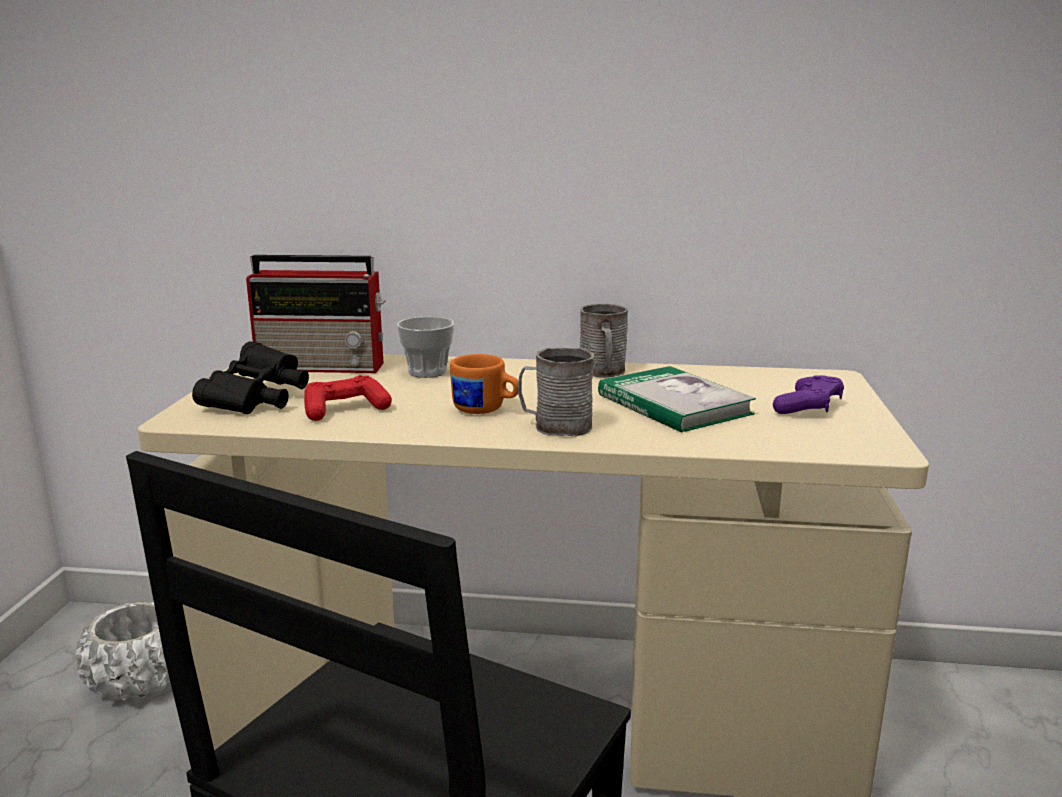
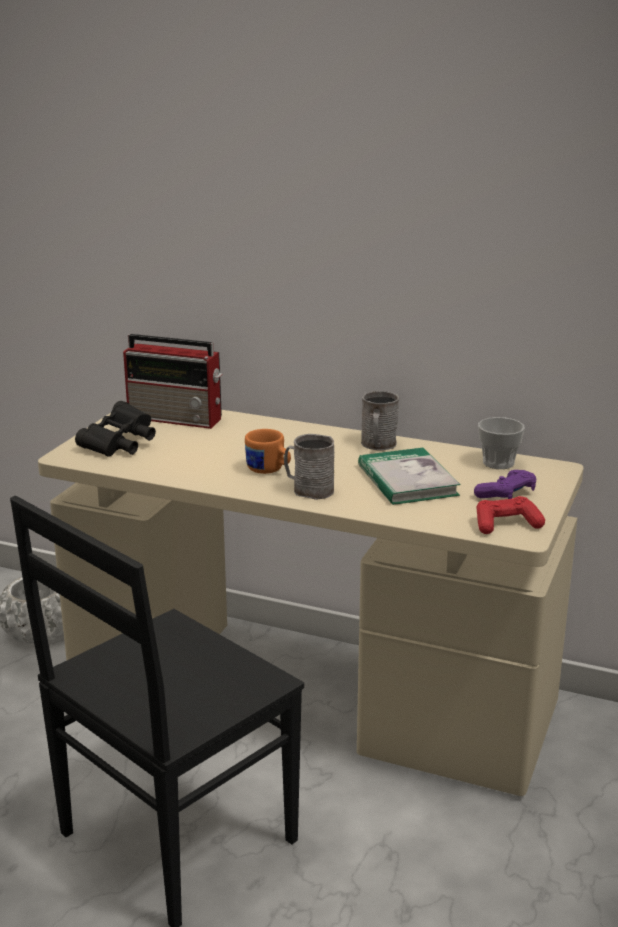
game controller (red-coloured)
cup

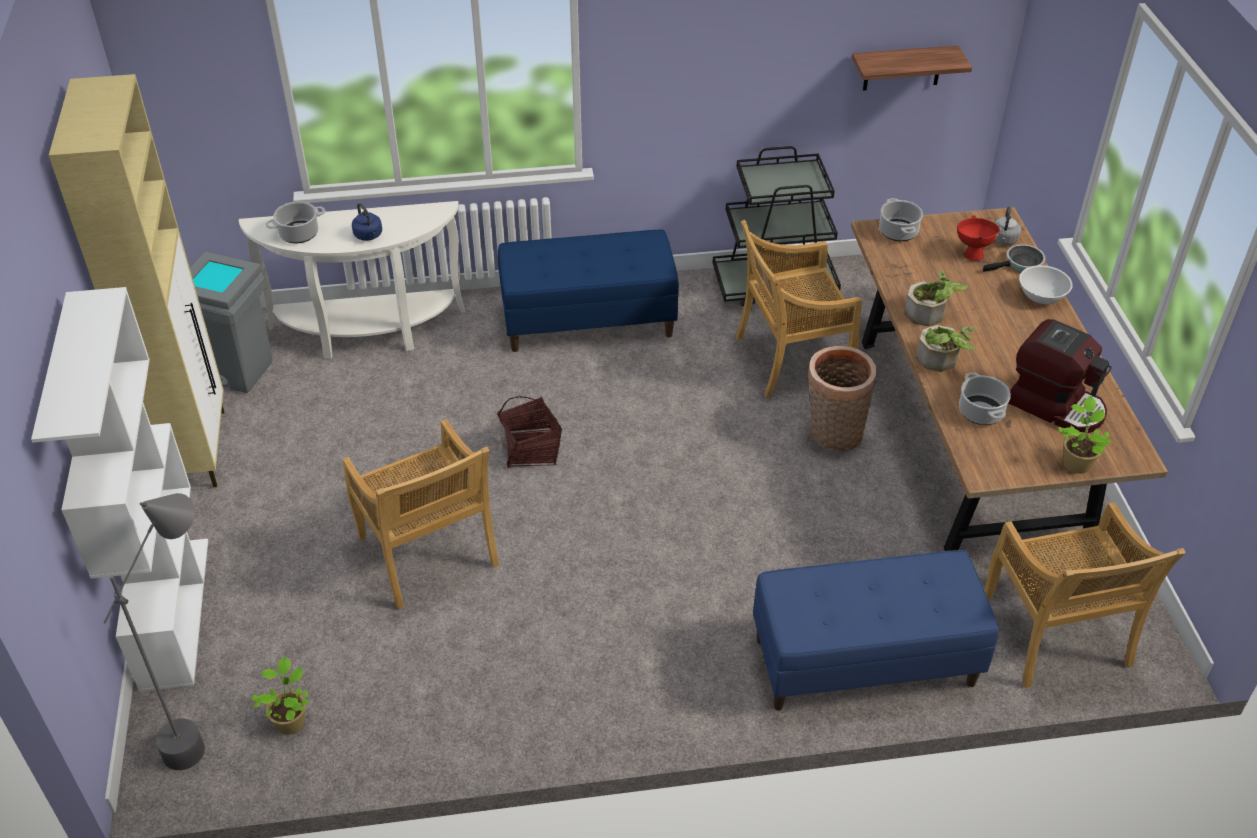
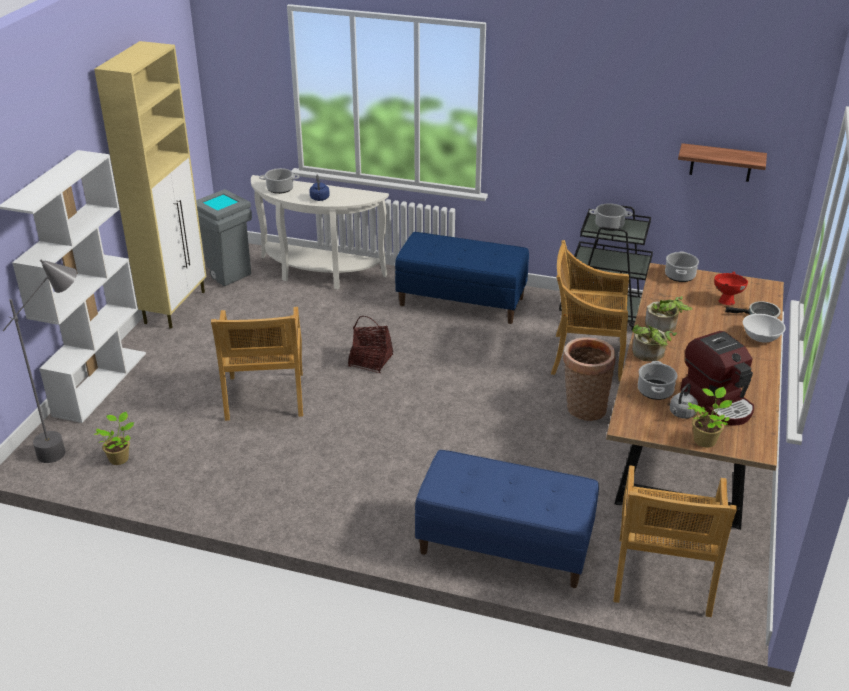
cooking pot (no. 2 from left)
kettle (gray)

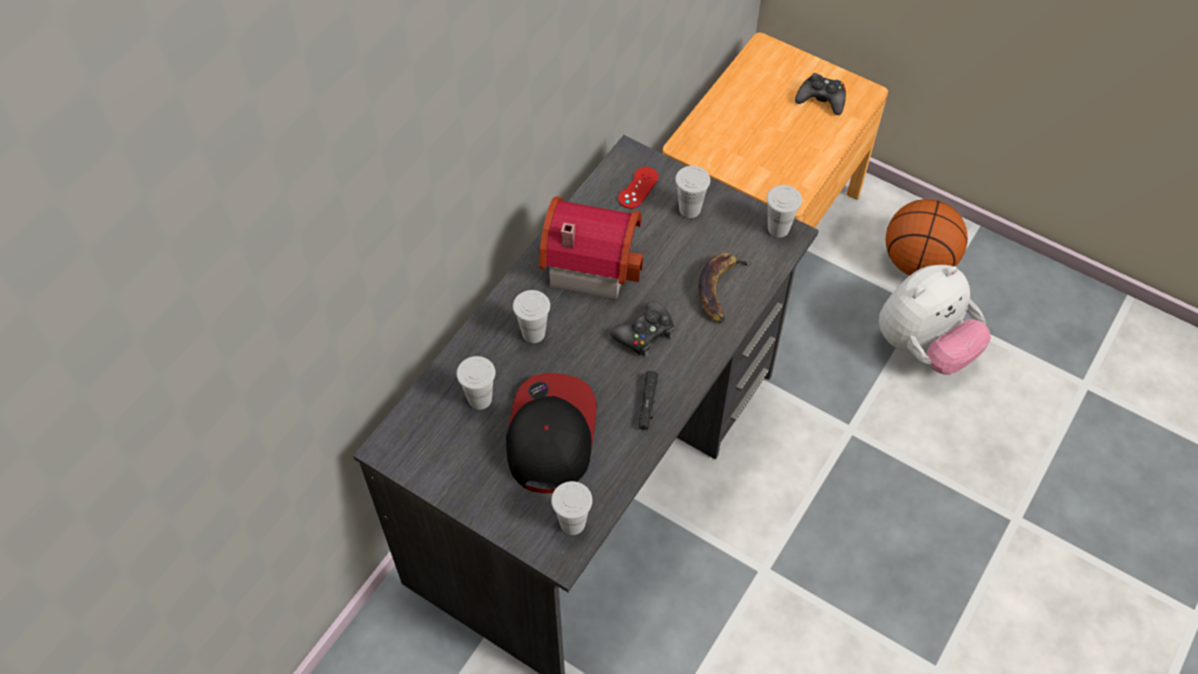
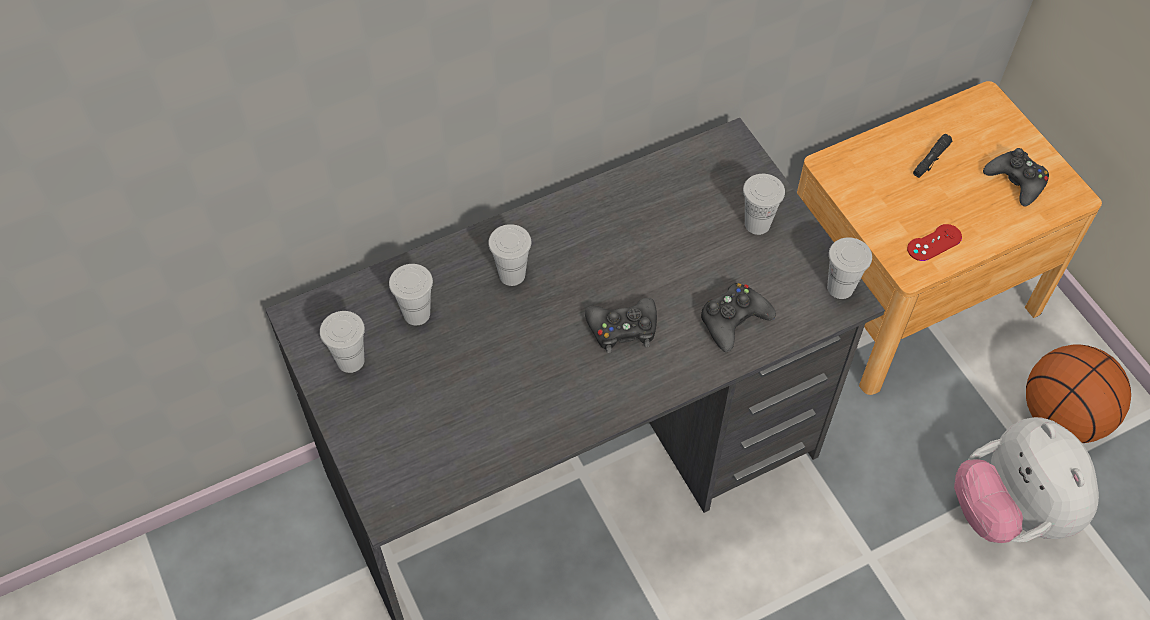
cup (white) (no. 1 from left)
game controller (blackish) (no. 2 from left)
game controller (red-coloured)
flashlight (blackish)
cuddly toy
cap
model house

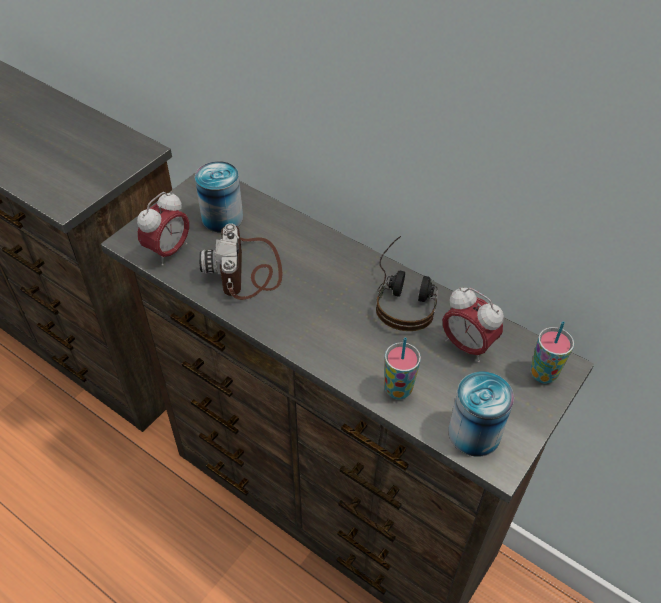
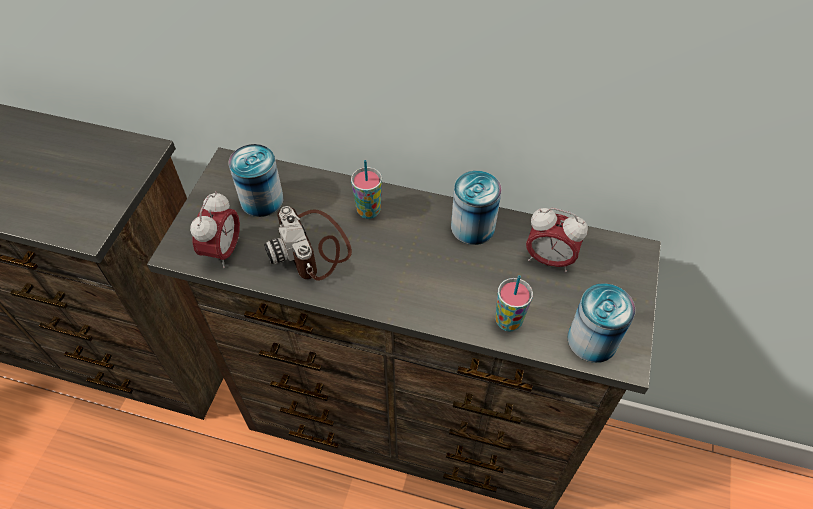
cup (no. 1 from left)
can (no. 2 from left)

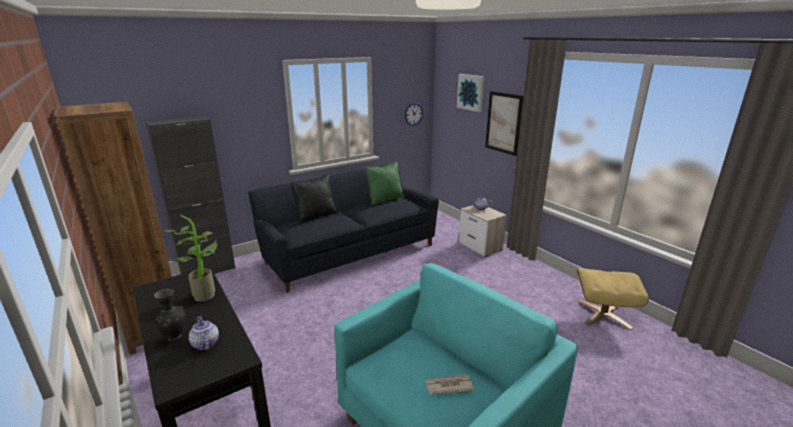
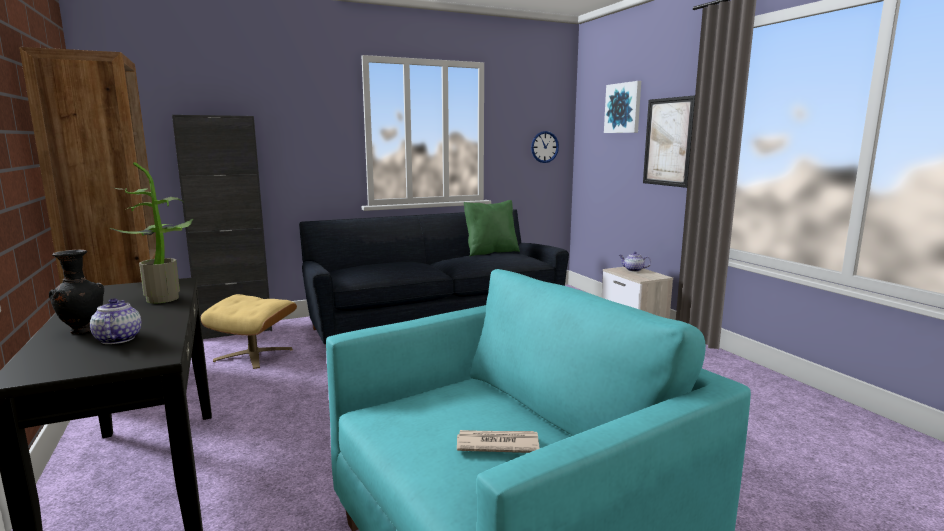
ottoman (beige)
cushion (blackish)

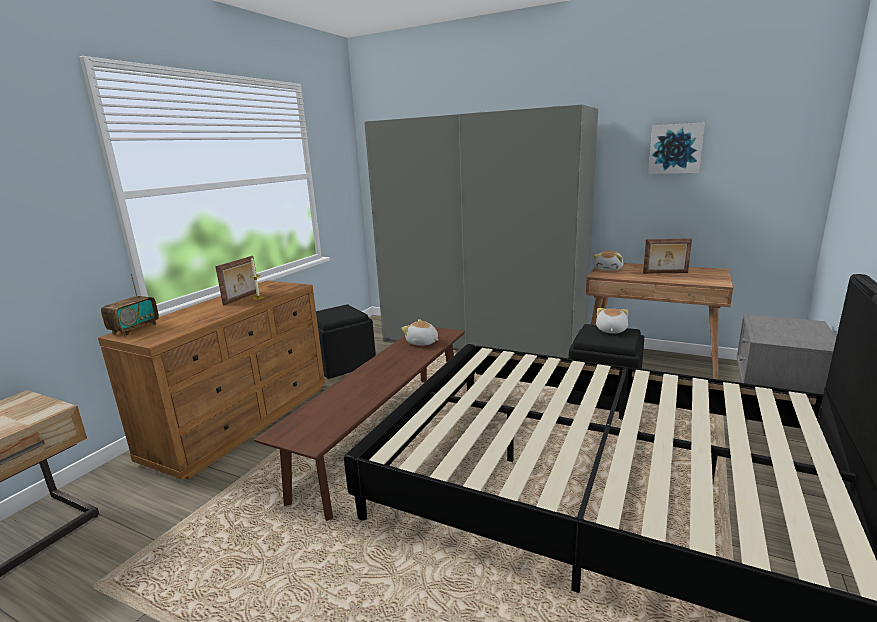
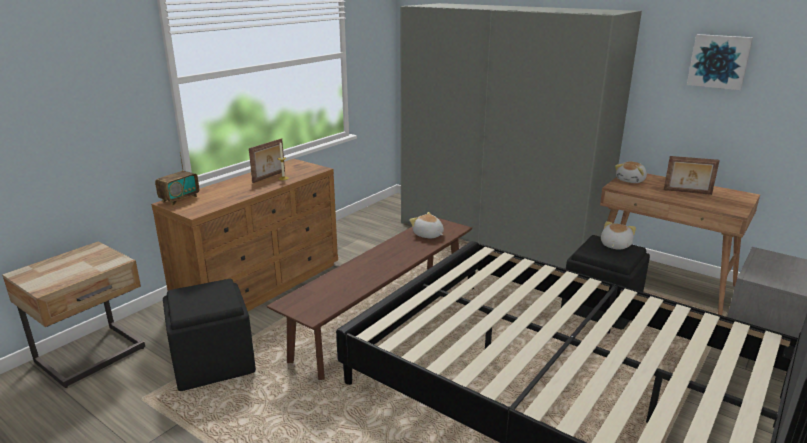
ottoman (blackish) (no. 1 from left)

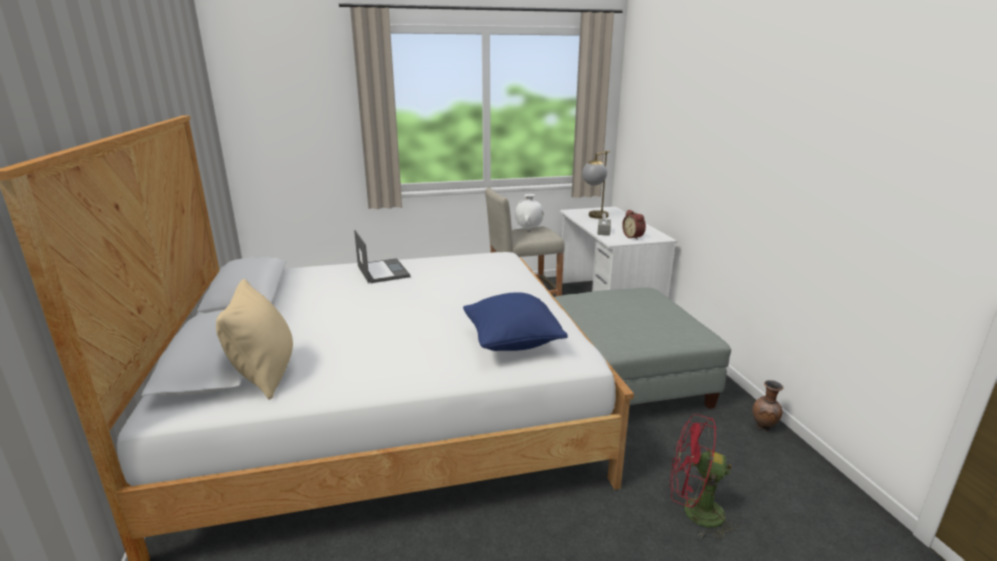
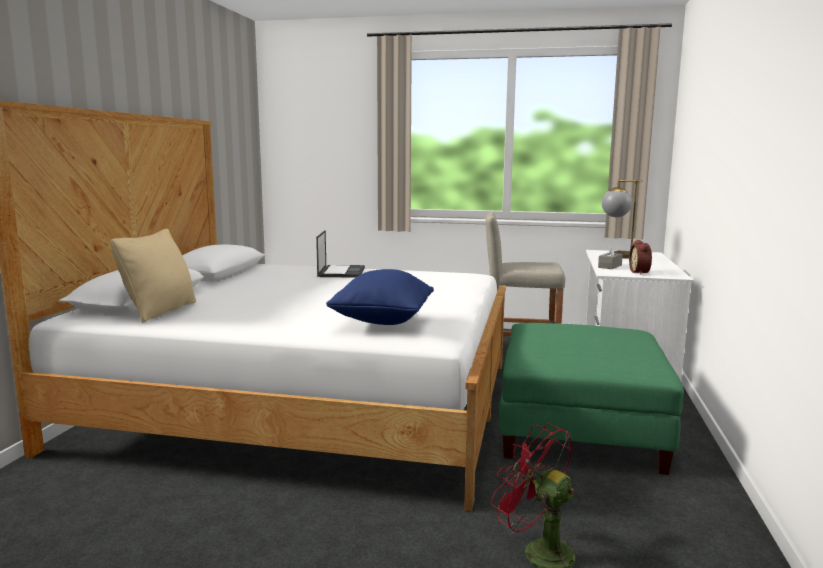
ottoman (greenish)
flower vase (white)
flower vase (brown-coloured)

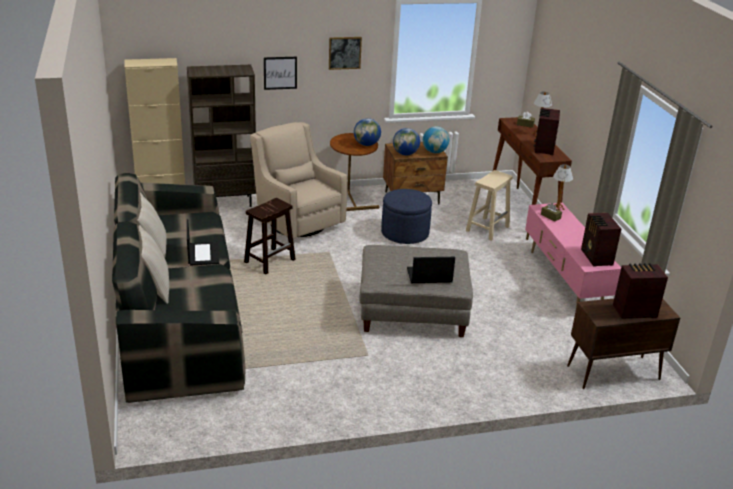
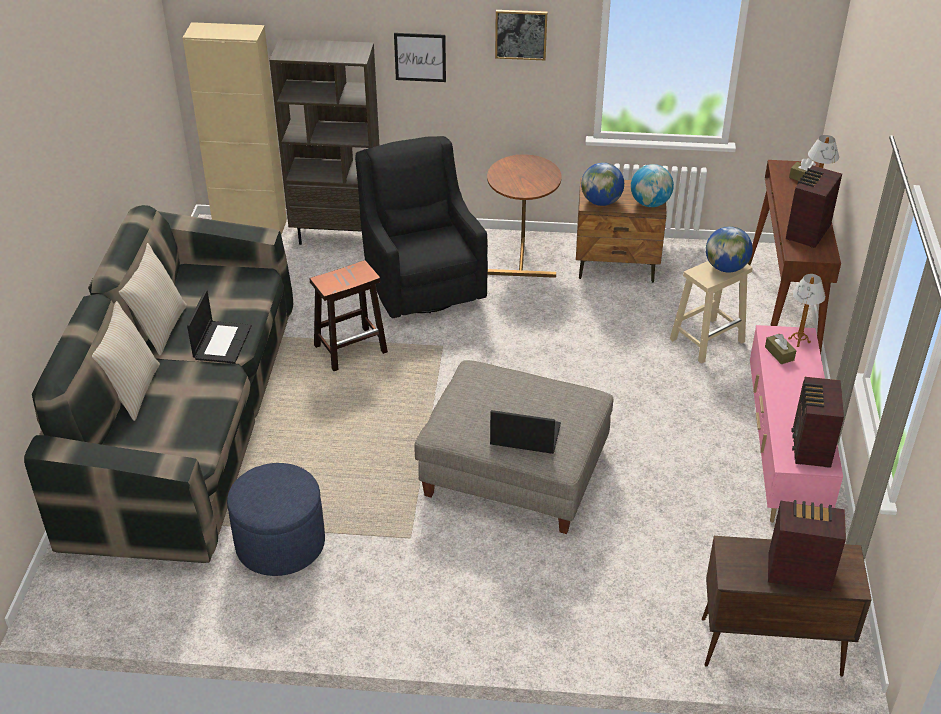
ottoman (blue-coloured)
easy chair (blackish)
desk globe (no. 3 from left)

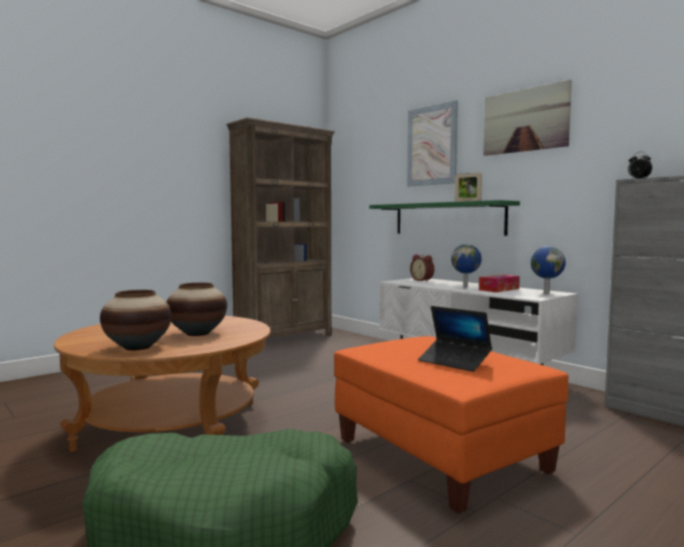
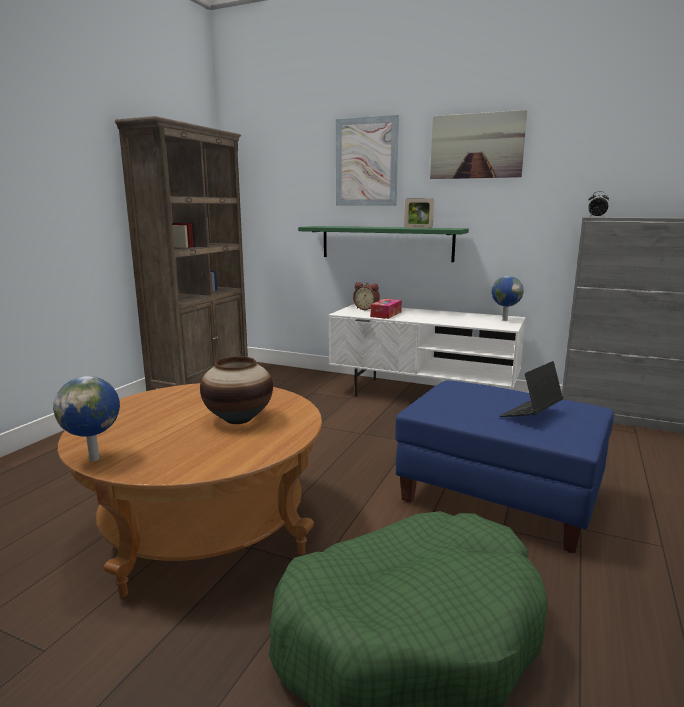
desk globe (no. 1 from left)
box of tissues
ottoman (blue-coloured)
notebook computer
flower vase (no. 1 from left in the first image)

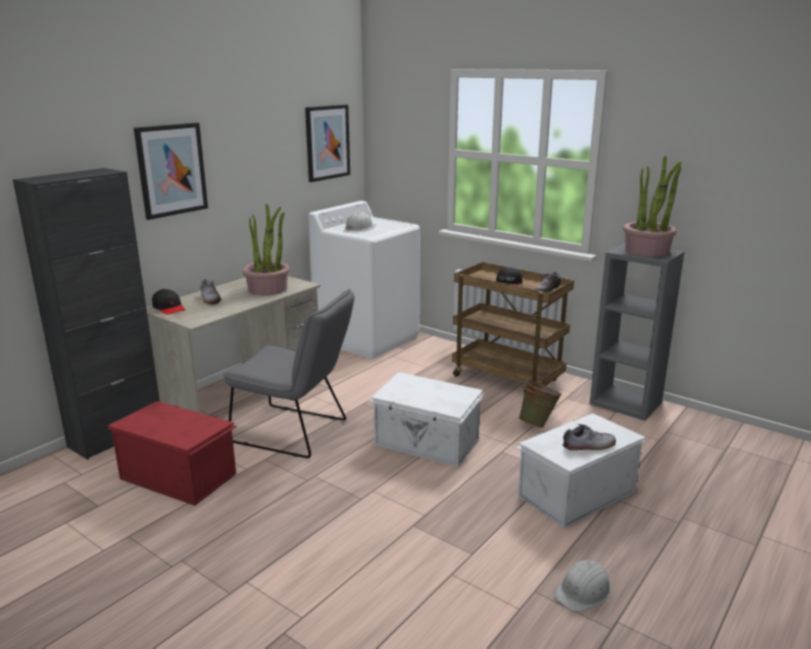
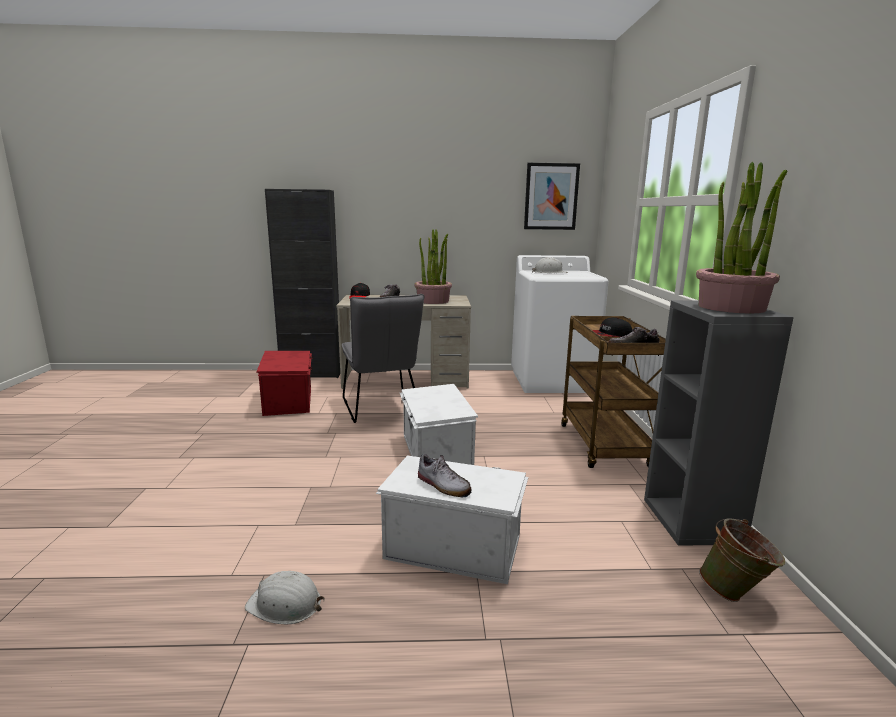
bucket (greenish)
wall art (no. 1 from left in the first image)

